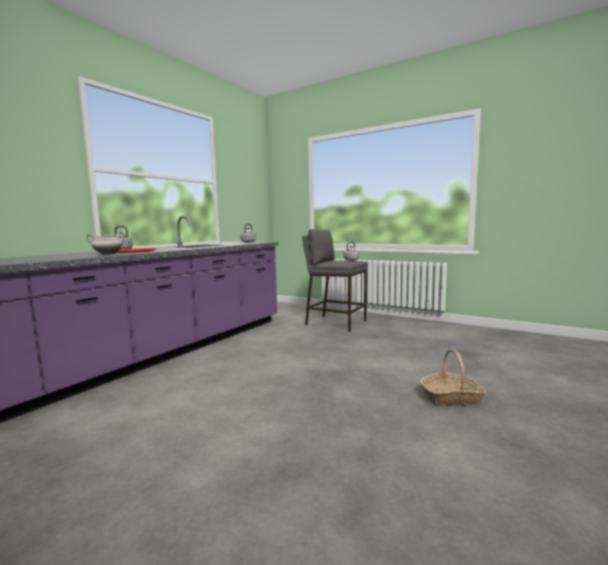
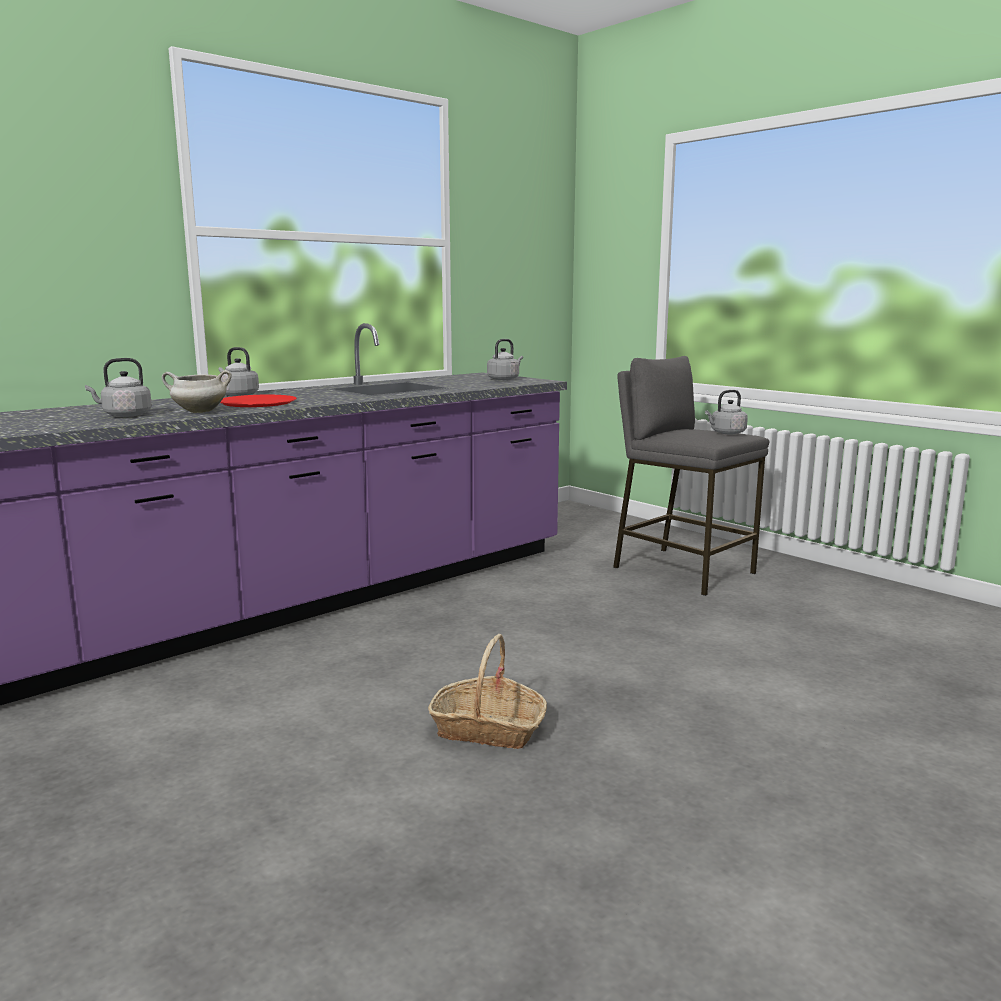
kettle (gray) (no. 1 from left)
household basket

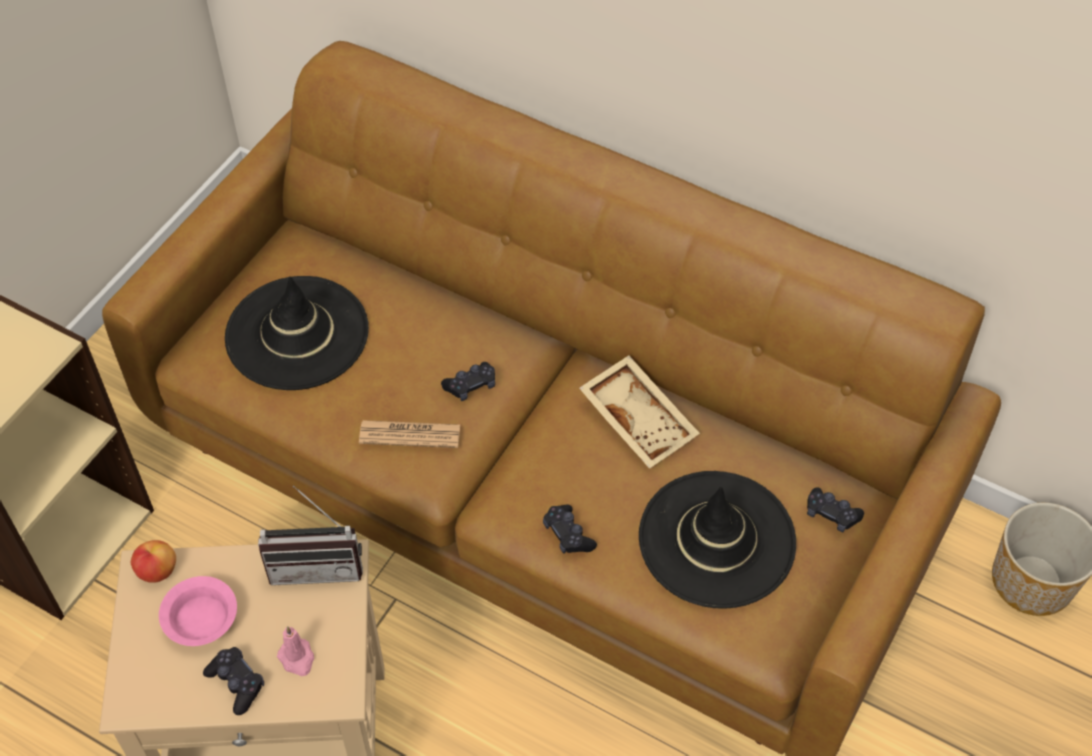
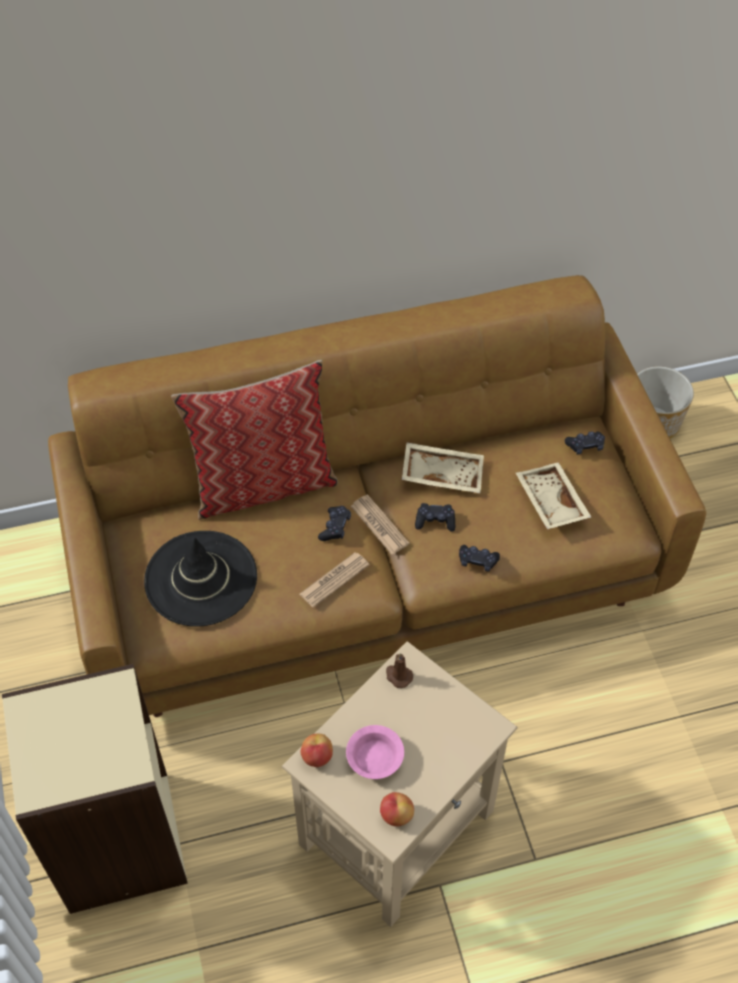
cushion
newspaper (no. 2 from left)
apple fruit (no. 2 from left)
wax light (brown-coloured)
game controller (blackish) (no. 2 from left)
carrying tray (beige) (no. 2 from left)
wax light (pink-coloured)

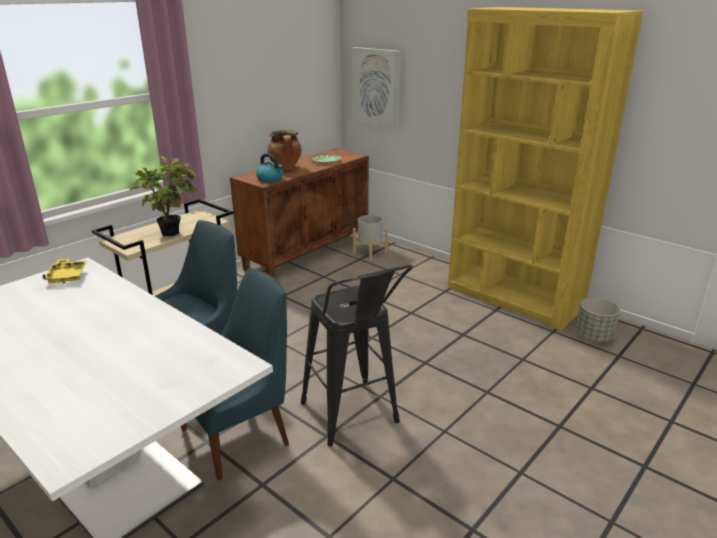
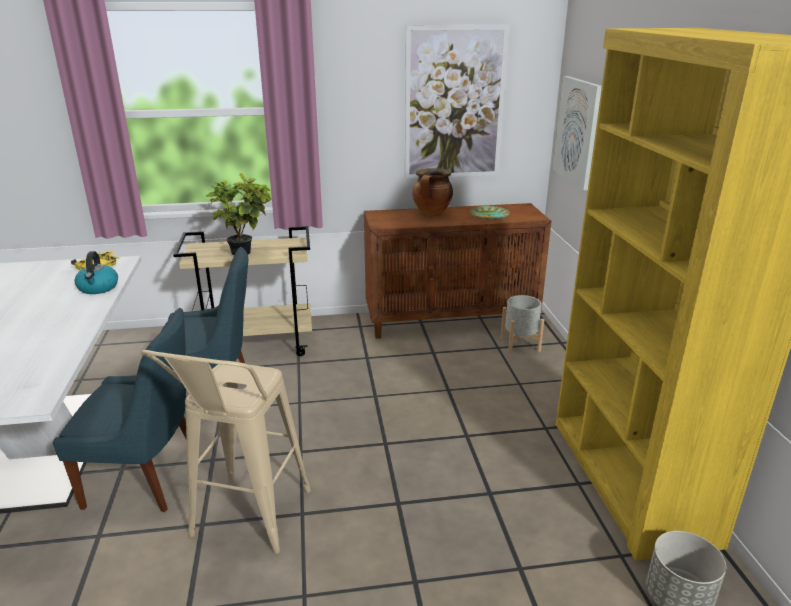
kettle
stool seat (beige)
wall art (no. 1 from left)

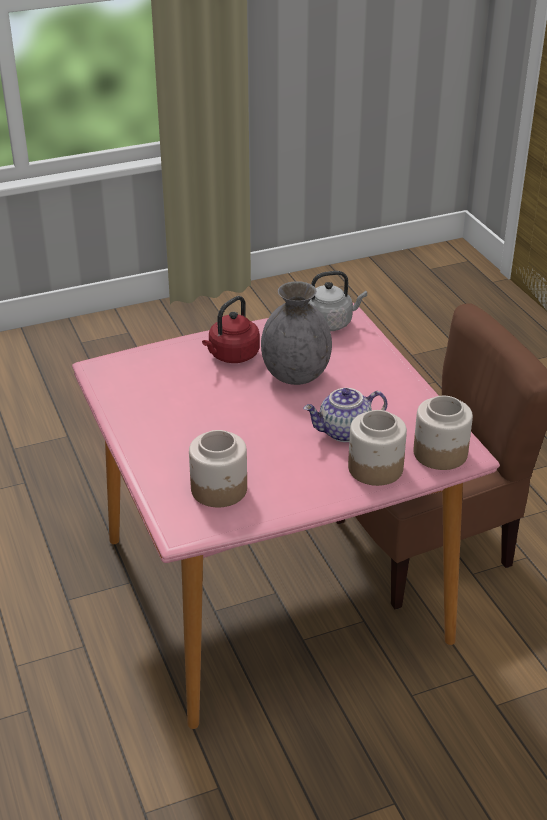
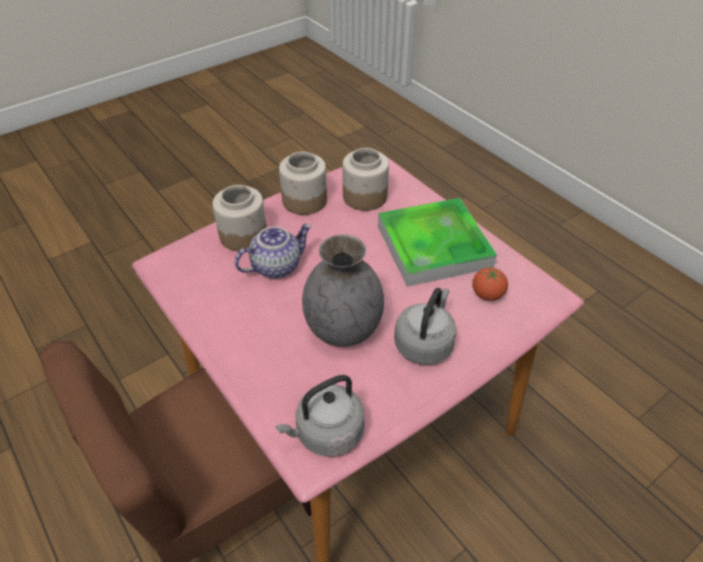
preserve jar (no. 2 from left)
carrying tray
kettle (gray) (no. 2 from left)
fresh tomato

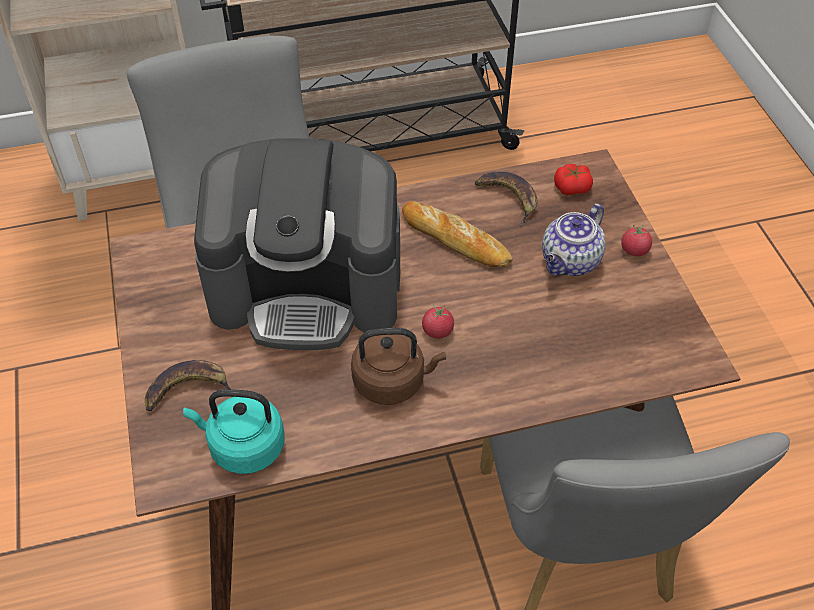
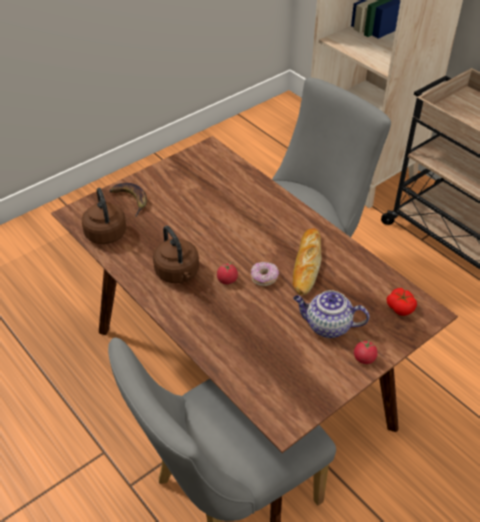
kettle (brown-coloured) (no. 1 from left)
donut
coffee brewer
banana (no. 2 from left in the first image)

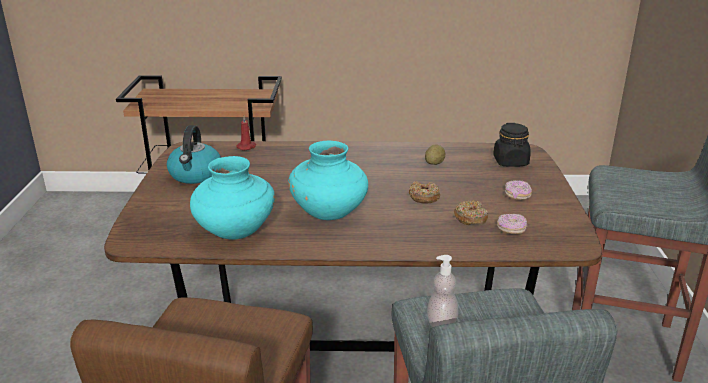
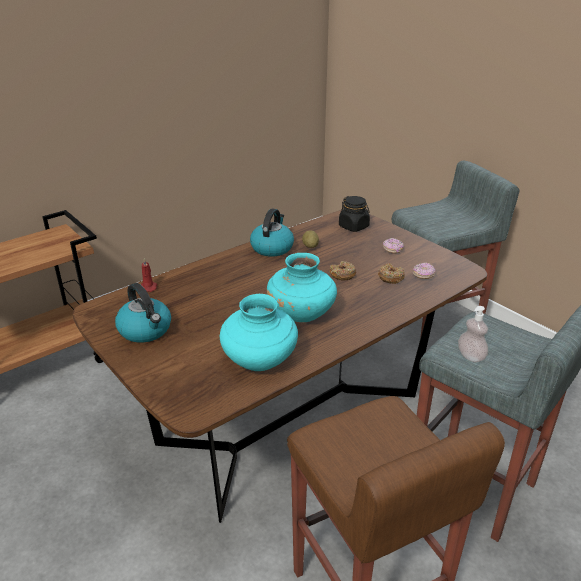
kettle (no. 2 from left)

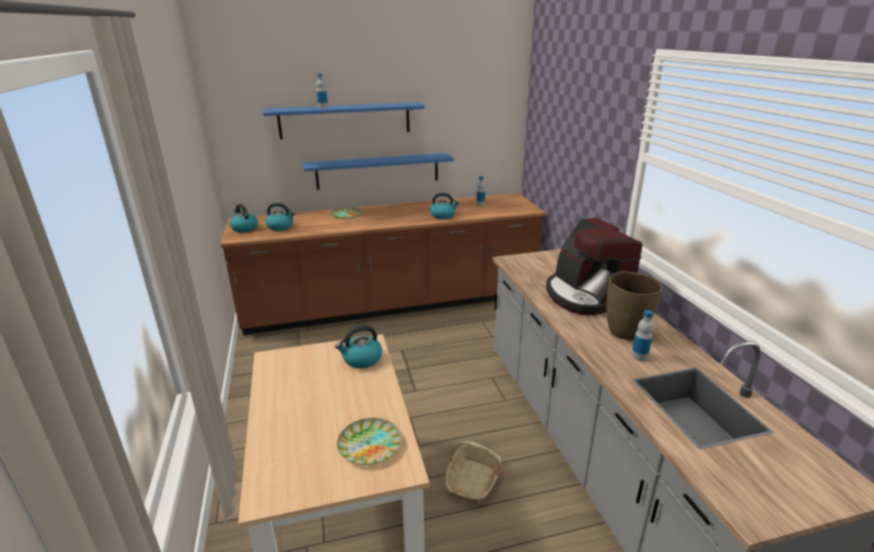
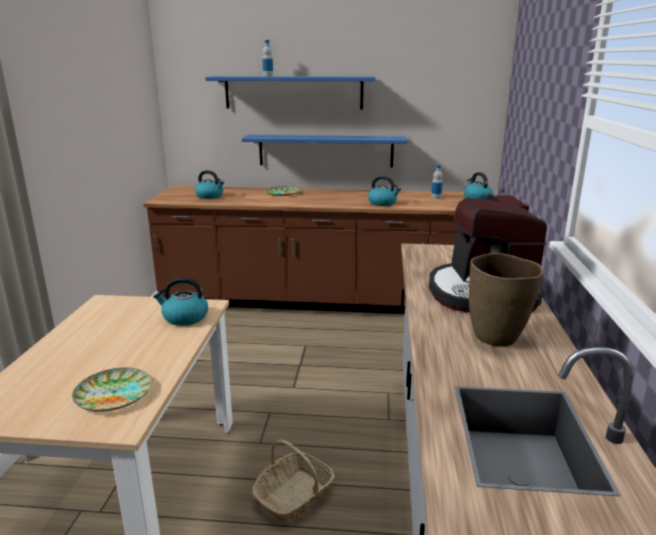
kettle (no. 4 from left)
drink bottle (no. 3 from left in the first image)

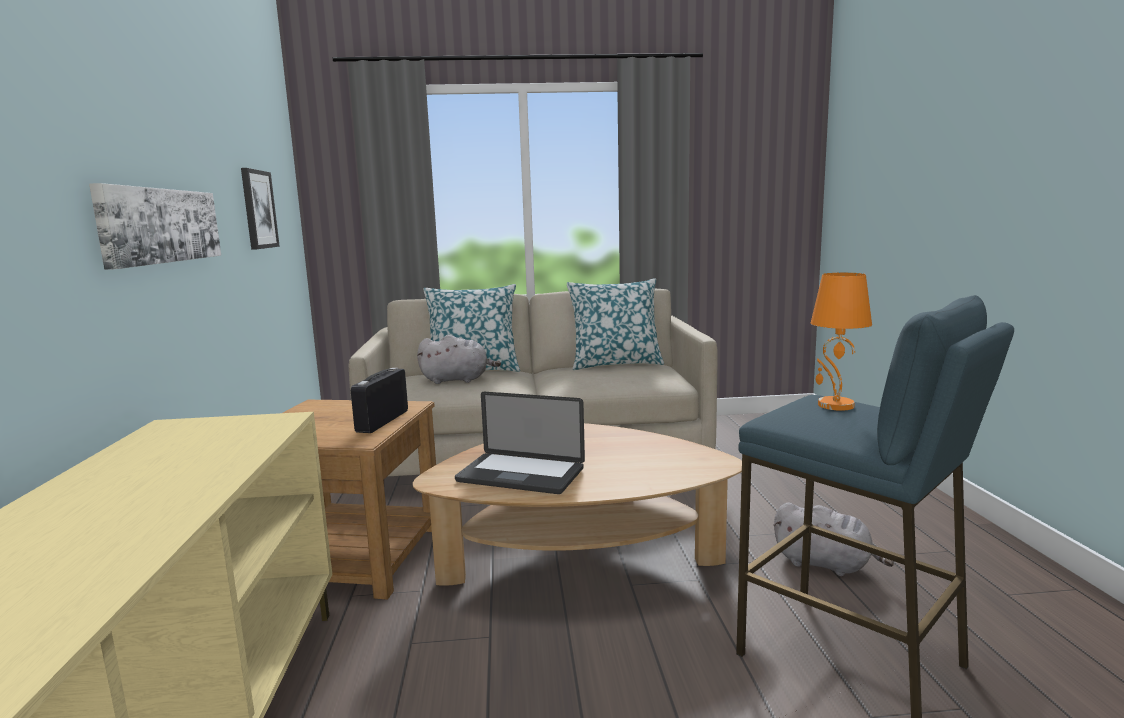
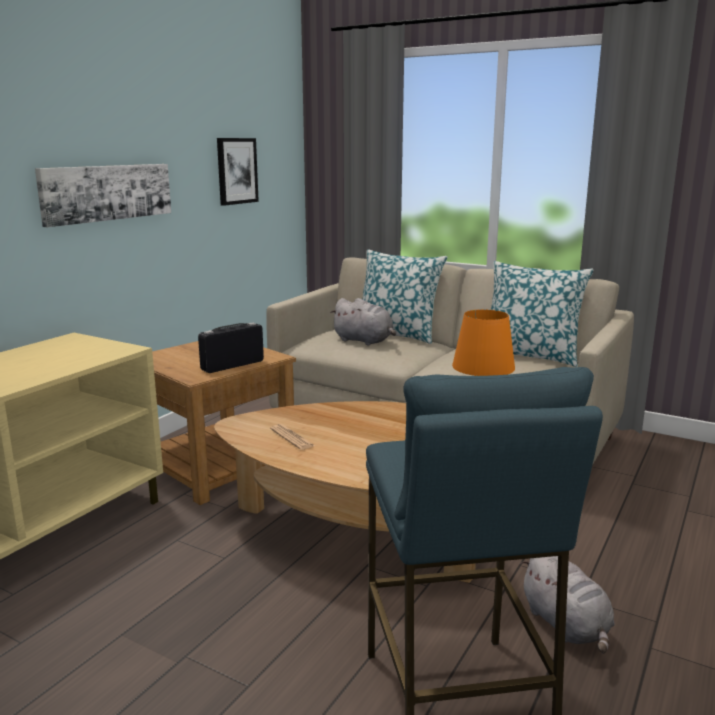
newspaper

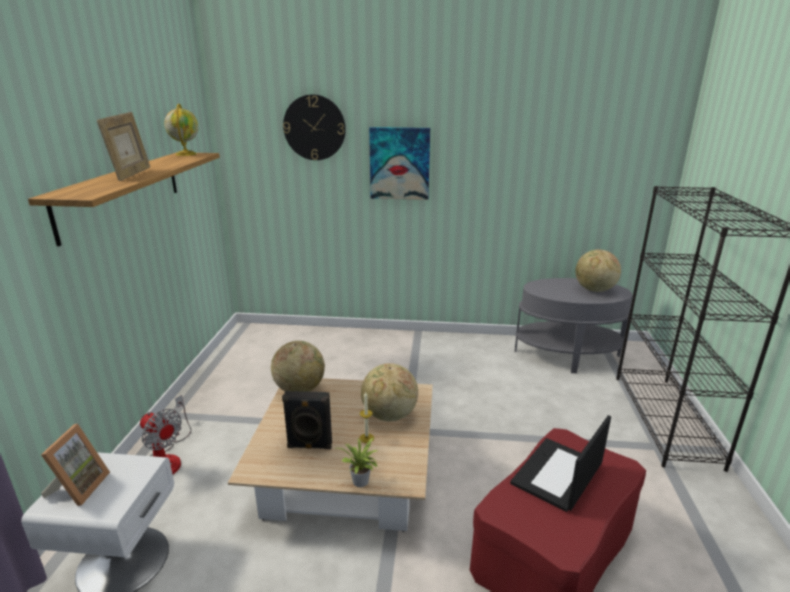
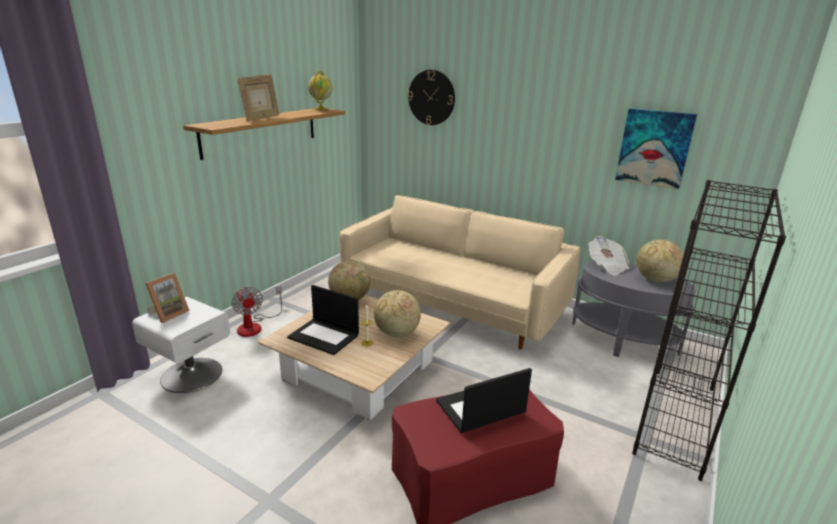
notebook computer (no. 1 from left)
sofa (beige)
newspaper
wall art
potted plant

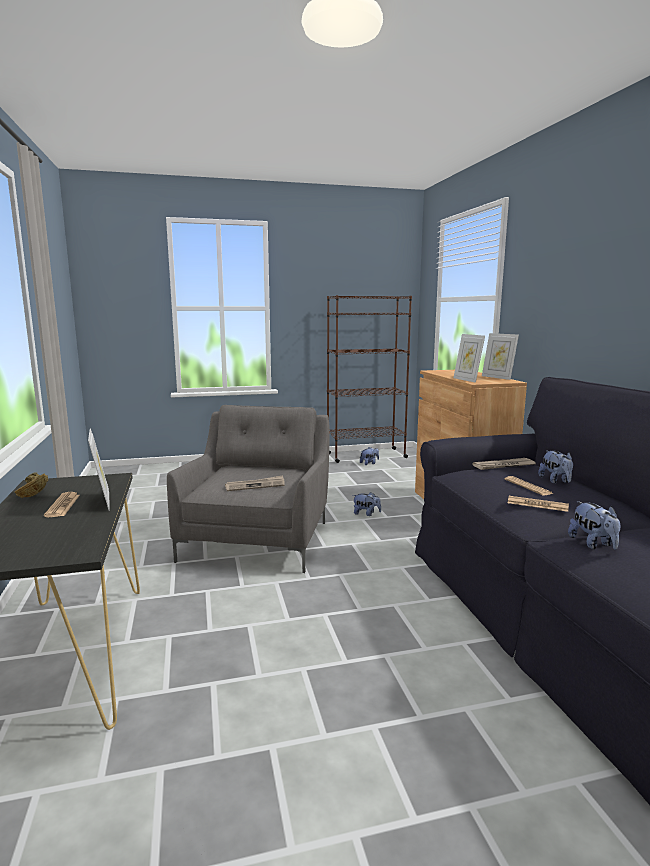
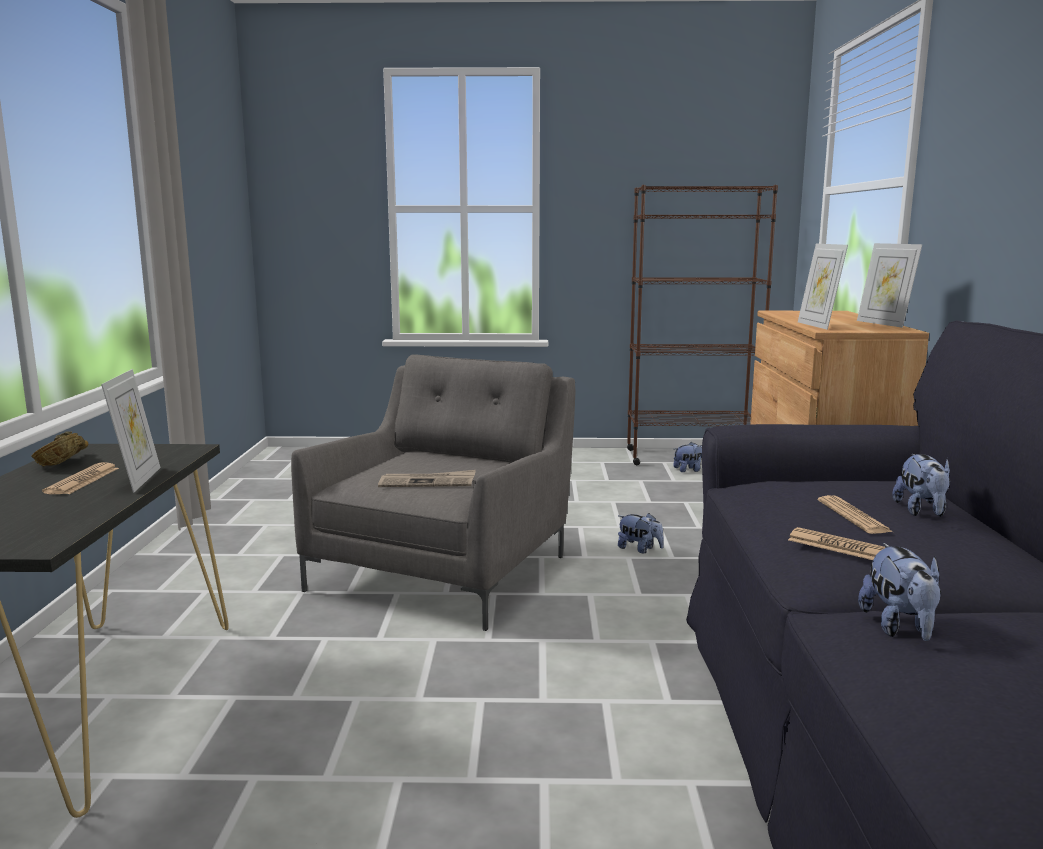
newspaper (no. 3 from left in the first image)

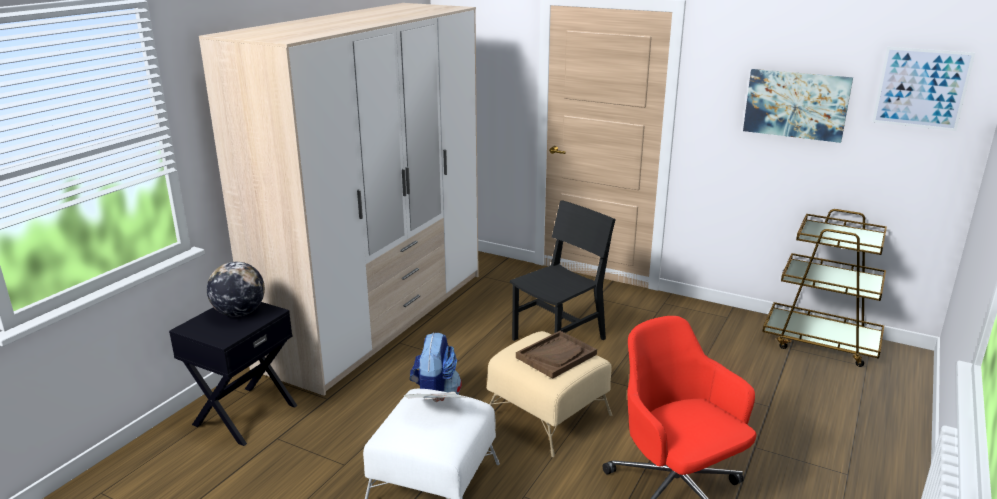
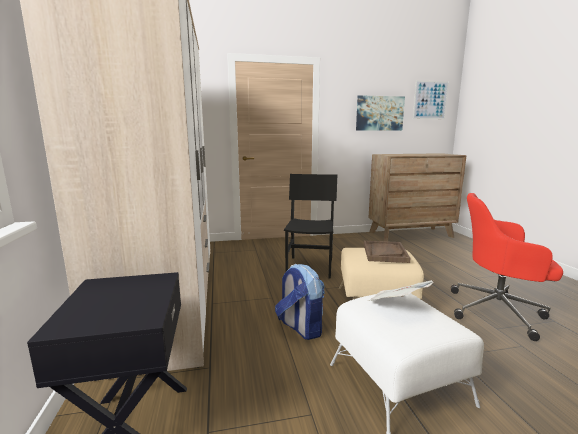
dresser (brown-coloured)
desk globe

